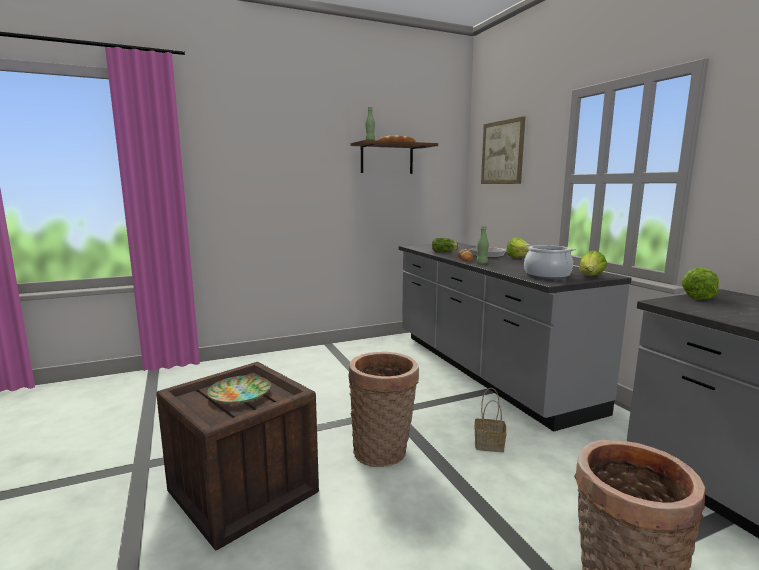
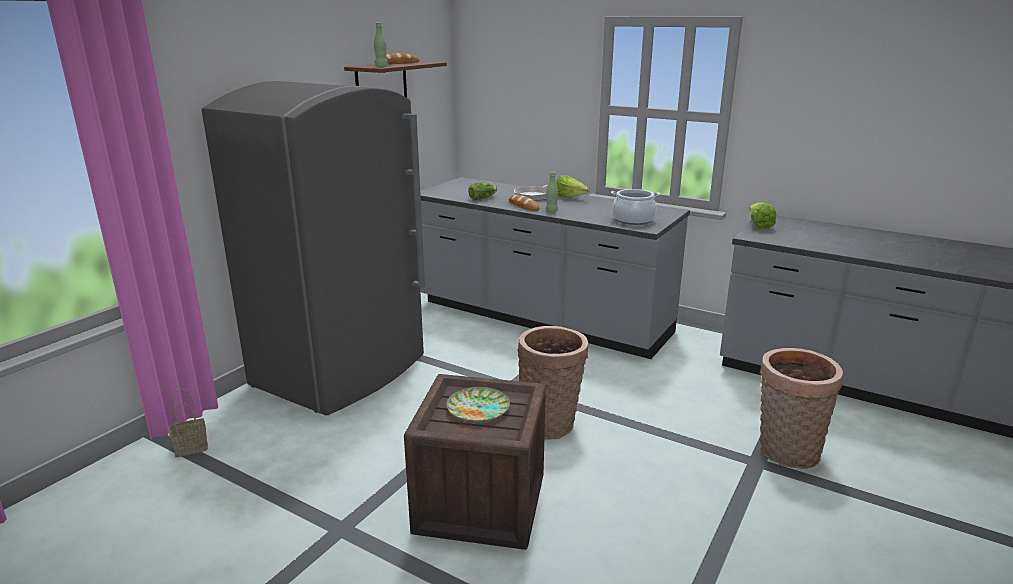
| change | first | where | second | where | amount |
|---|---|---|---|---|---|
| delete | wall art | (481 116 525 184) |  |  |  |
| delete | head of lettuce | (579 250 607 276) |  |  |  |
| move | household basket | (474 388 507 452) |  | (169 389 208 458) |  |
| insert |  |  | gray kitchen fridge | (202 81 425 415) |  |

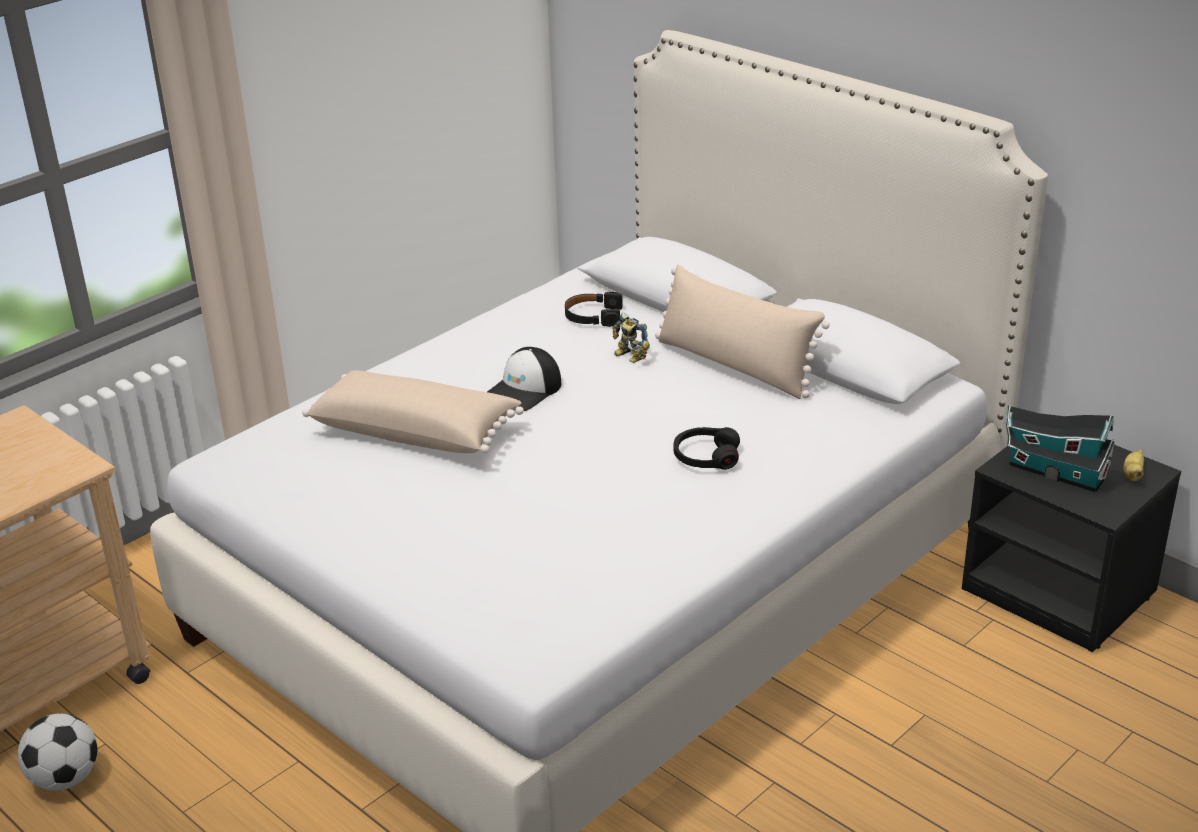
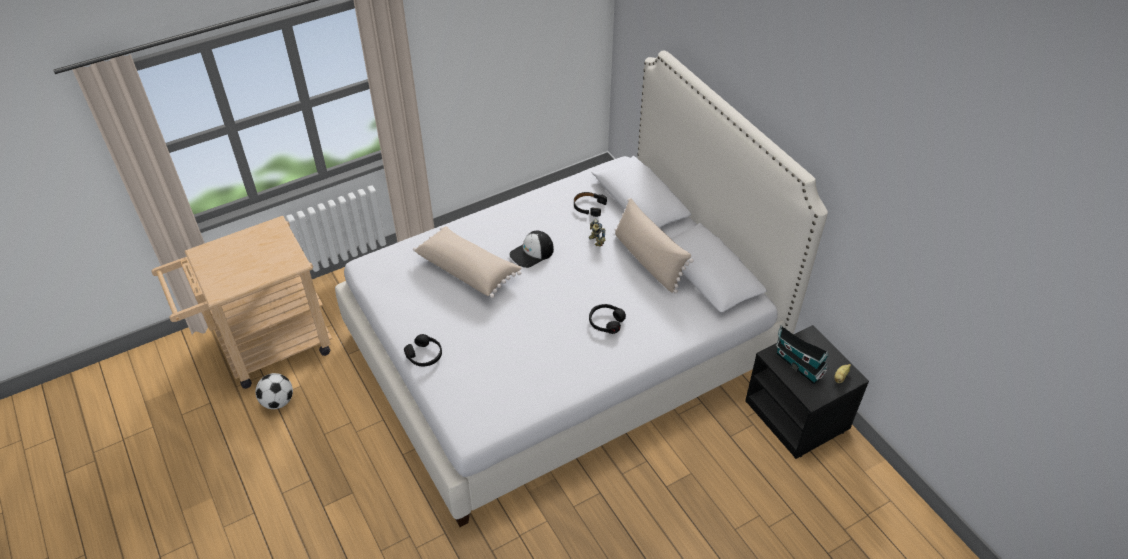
| change | first | where | second | where | amount |
|---|---|---|---|---|---|
| insert |  |  | black-coloured pair of headphones | (404 334 442 366) |  |

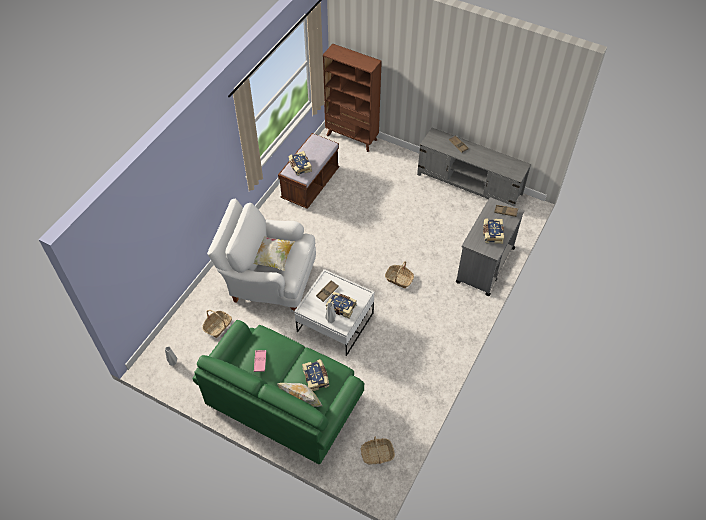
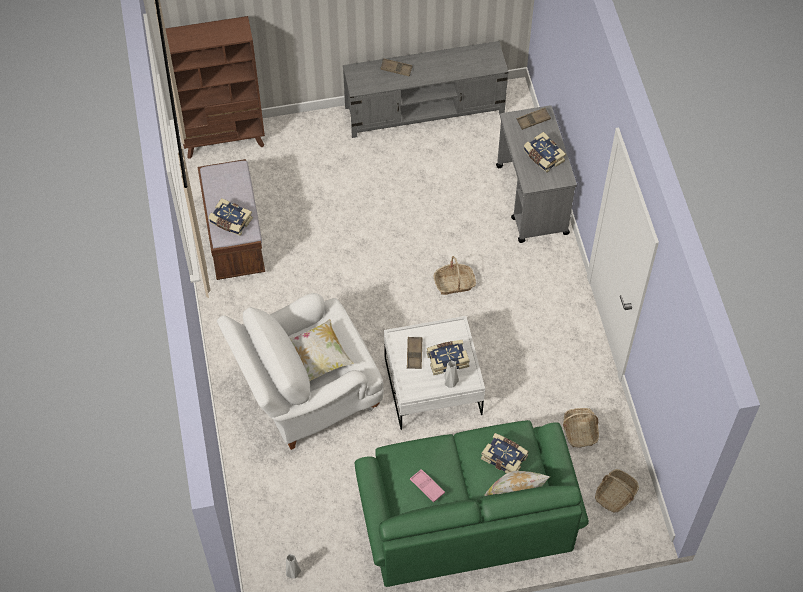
| change | first | where | second | where | amount |
|---|---|---|---|---|---|
| move | household basket | (202 310 232 338) |  | (563 408 599 447) |  |

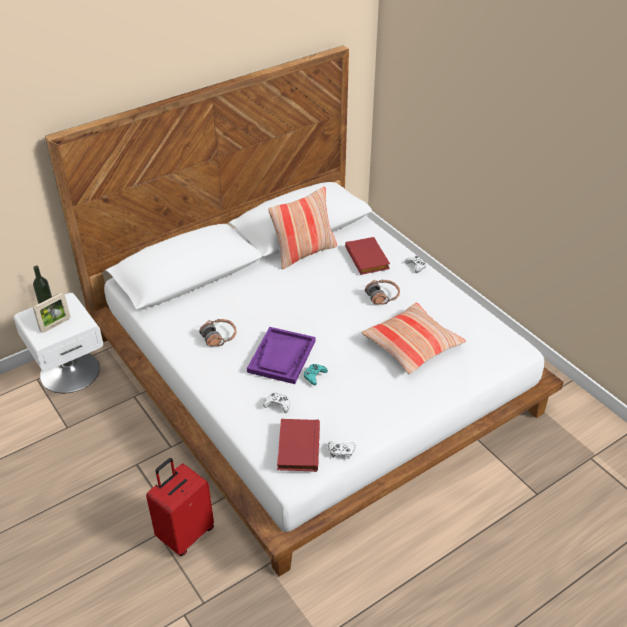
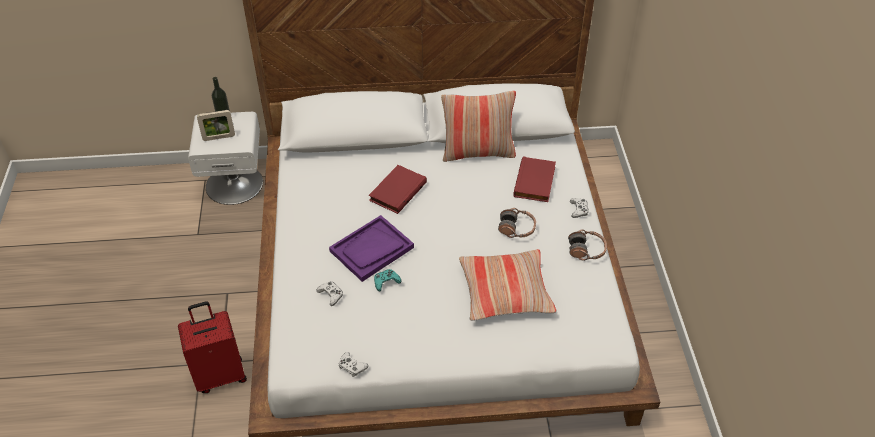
| change | first | where | second | where | amount |
|---|---|---|---|---|---|
| move | pair of headphones | (199 319 237 346) |  | (568 229 607 261) |  |
| move | reddish book | (277 419 320 472) |  | (369 165 427 214) |  |

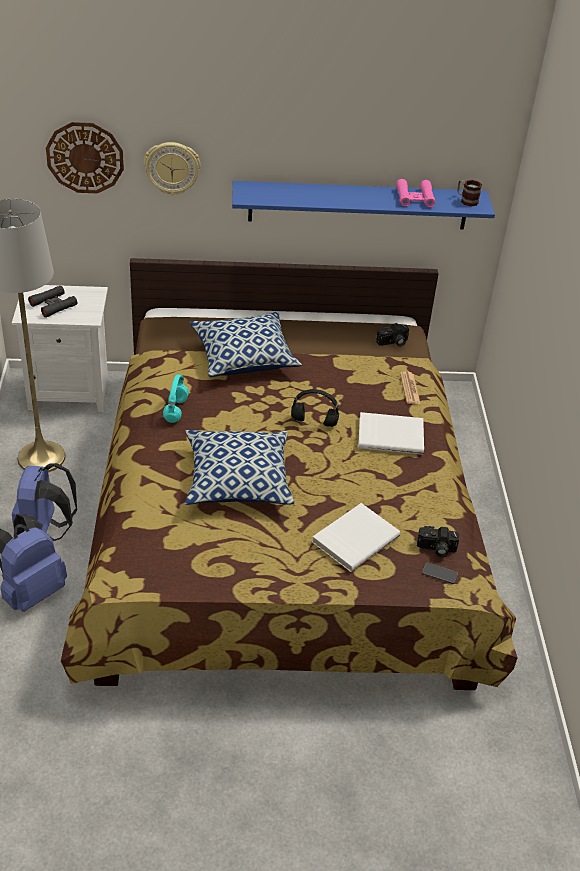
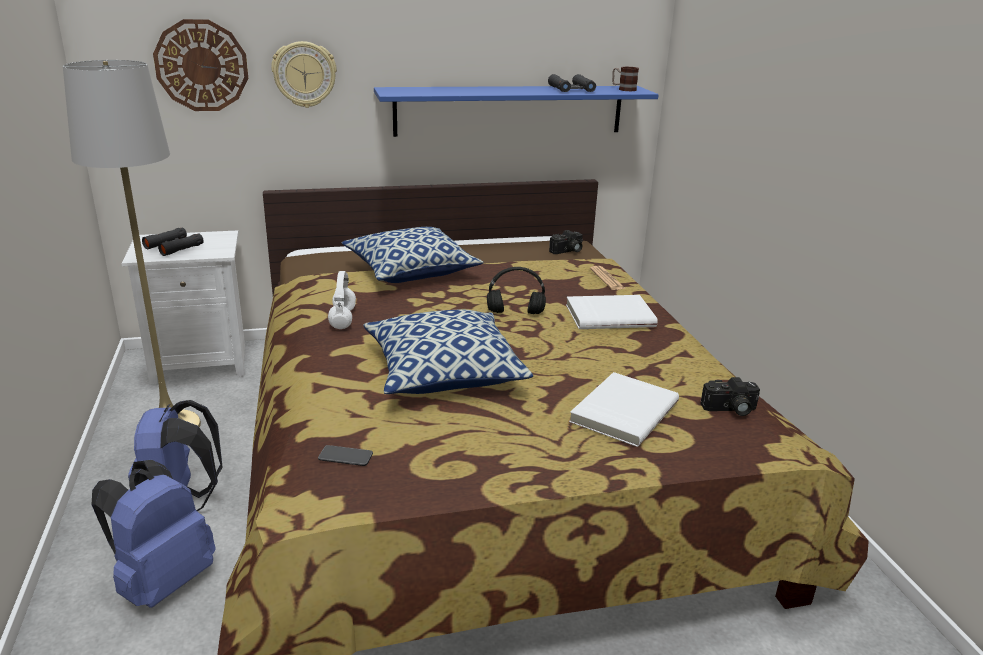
| change | first | where | second | where | amount |
|---|---|---|---|---|---|
| recolor | pink pair of binoculars | (396 179 435 207) | black-coloured pair of binoculars | (548 74 596 92) |  |
| recolor | turquoise pair of headphones | (163 374 189 423) | whitish pair of headphones | (328 271 356 329) |  |
| move | handset | (422 562 458 584) |  | (318 445 373 466) |  |

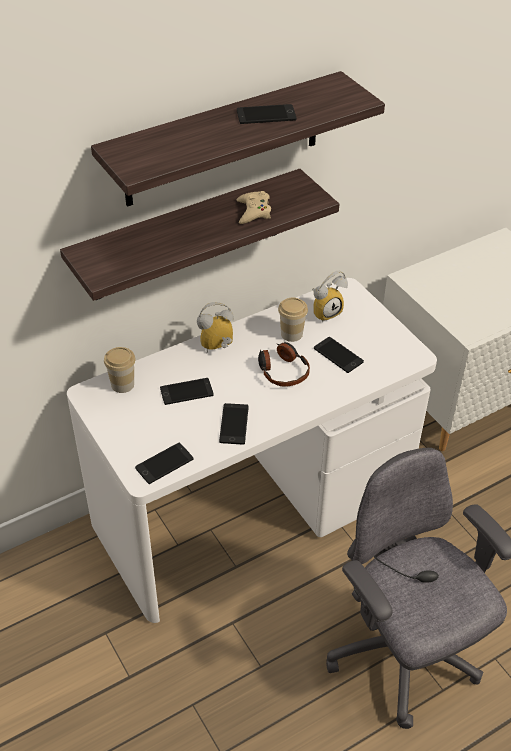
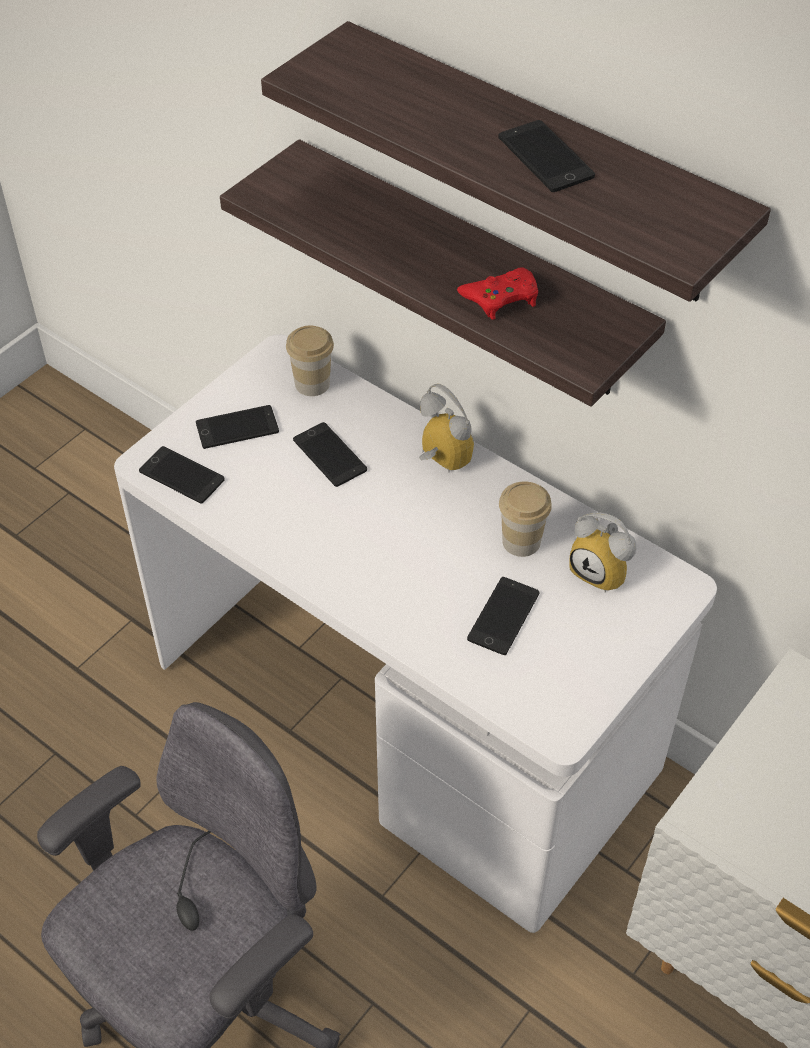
| change | first | where | second | where | amount |
|---|---|---|---|---|---|
| recolor | sand-coloured gamepad | (237 191 271 224) | reddish gamepad | (457 267 538 320) |  |
| delete | pair of headphones | (258 342 310 387) |  |  |  |
| move | handset | (219 403 249 444) |  | (196 405 279 449) |  |

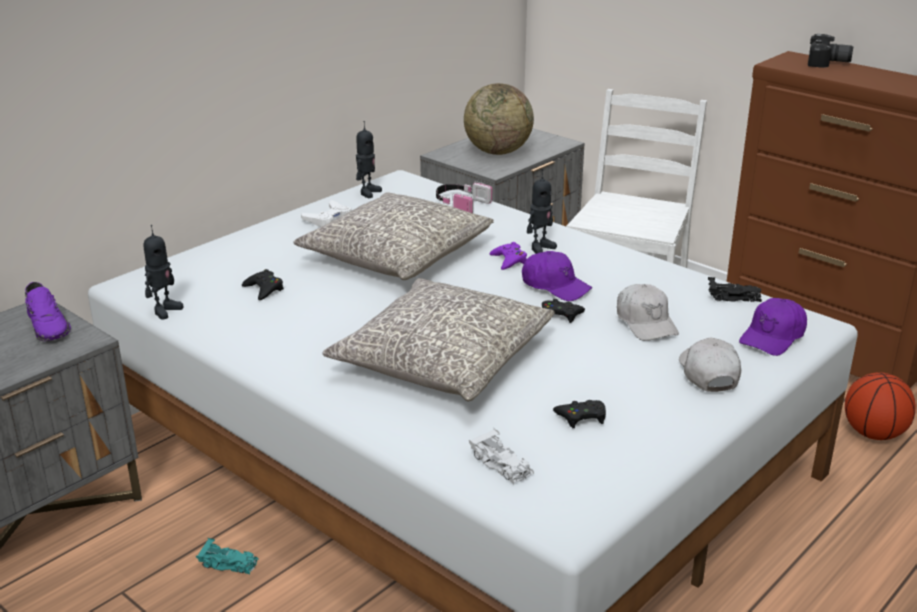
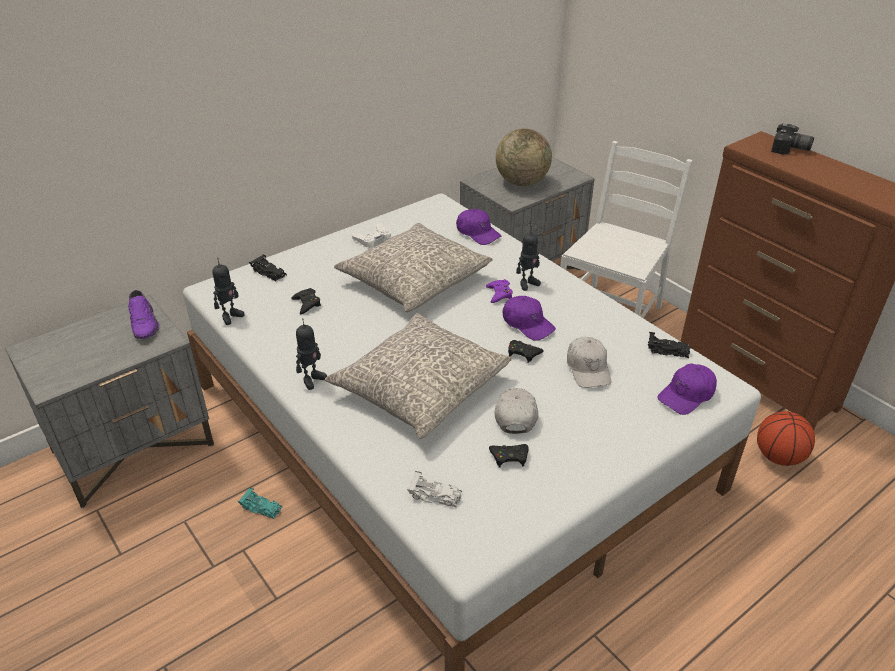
| change | first | where | second | where | amount |
|---|---|---|---|---|---|
| move | toy robot | (356 121 382 198) |  | (296 318 327 390) |  |
| replace | pair of headphones | (436 181 492 213) | purple baseball cap | (456 209 501 245) |  |
| move | whitish baseball cap | (679 338 741 392) |  | (494 388 538 434) |  |
| rotate | whitish miniature car | (469 428 534 484) |  | (407 471 462 508) | 45 degrees counterclockwise |
| insert |  |  | black-coloured miniature car | (249 255 287 282) |  |

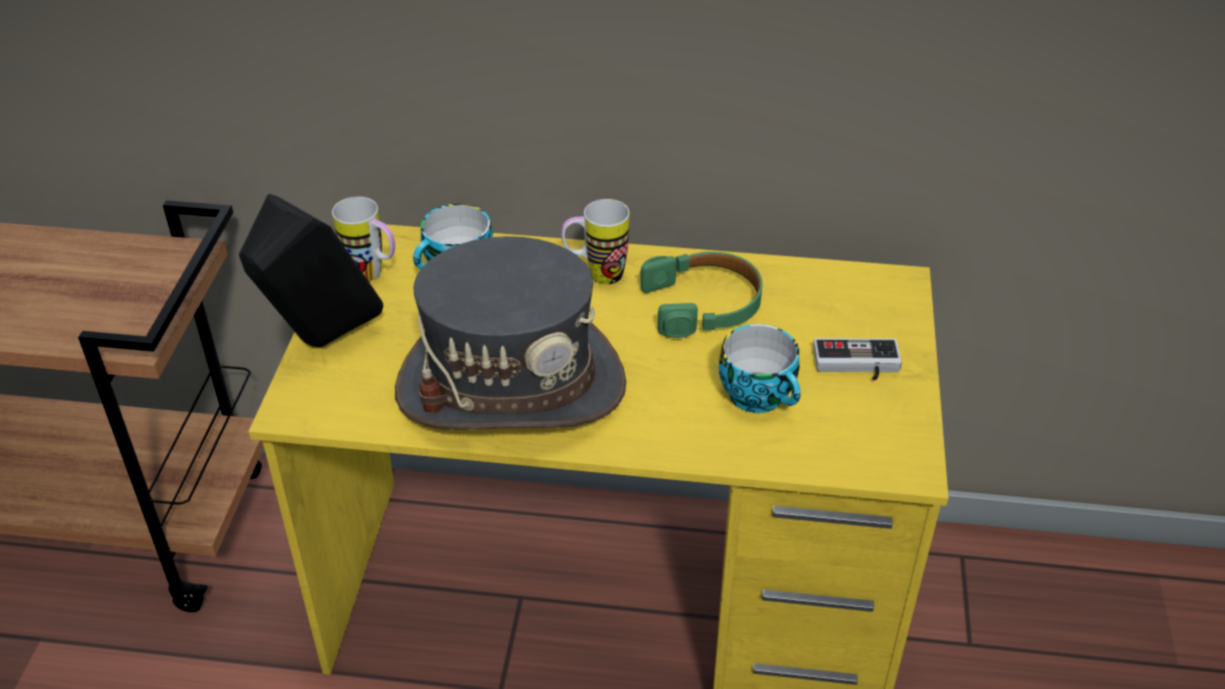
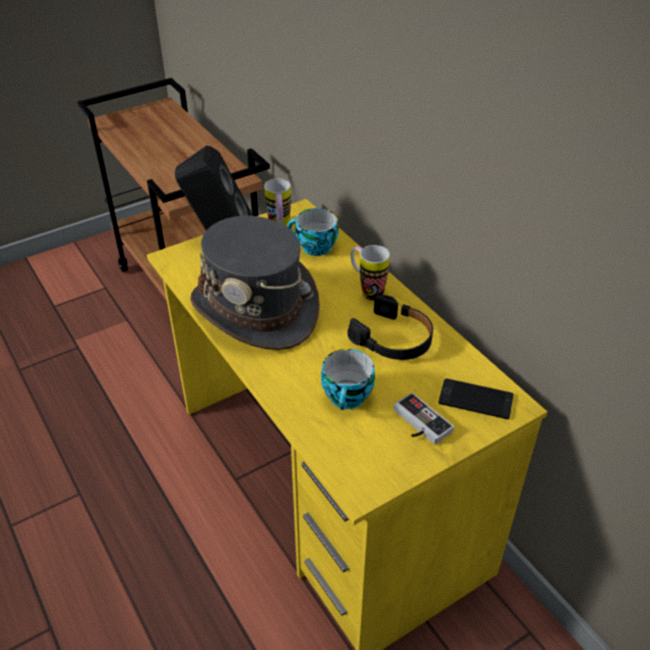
| change | first | where | second | where | amount |
|---|---|---|---|---|---|
| recolor | greenish pair of headphones | (640 252 762 338) | black-coloured pair of headphones | (348 295 433 360) |  |
| insert |  |  | handset | (438 378 514 419) |  |

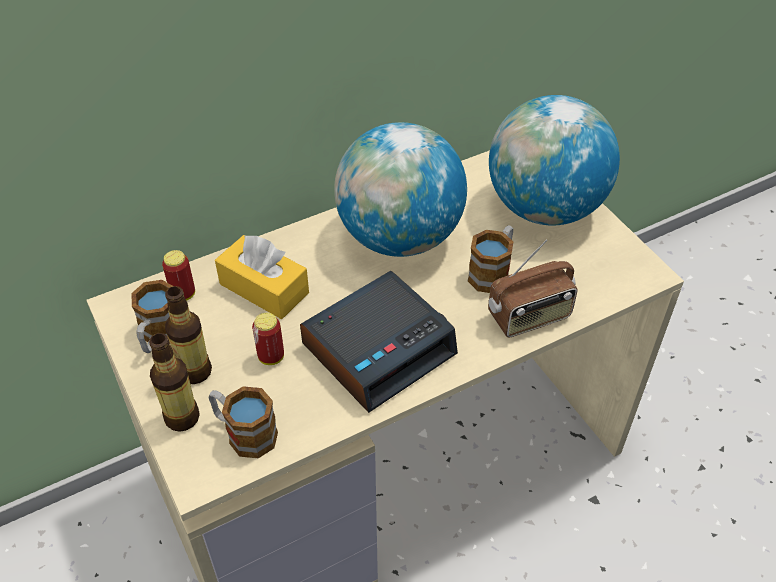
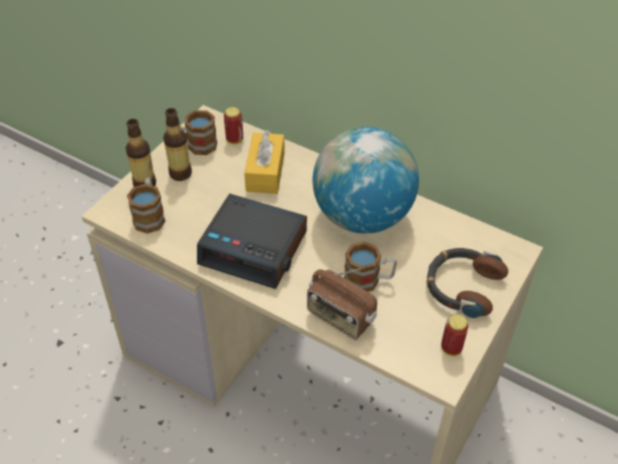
| change | first | where | second | where | amount |
|---|---|---|---|---|---|
| replace | world globe | (489 95 620 226) | pair of headphones | (426 248 508 318) |  |
| move | sealed can | (252 312 284 365) |  | (441 314 468 356) |  |

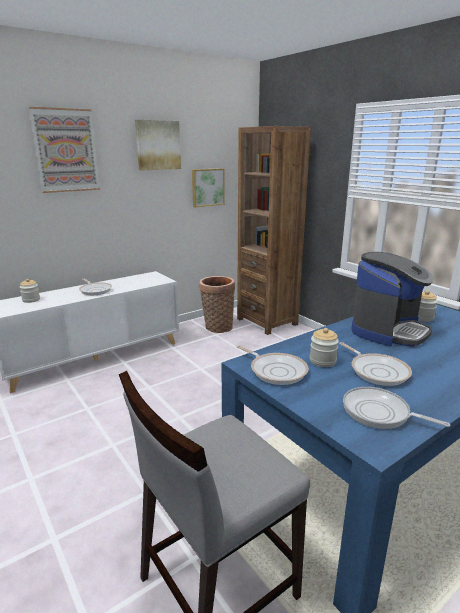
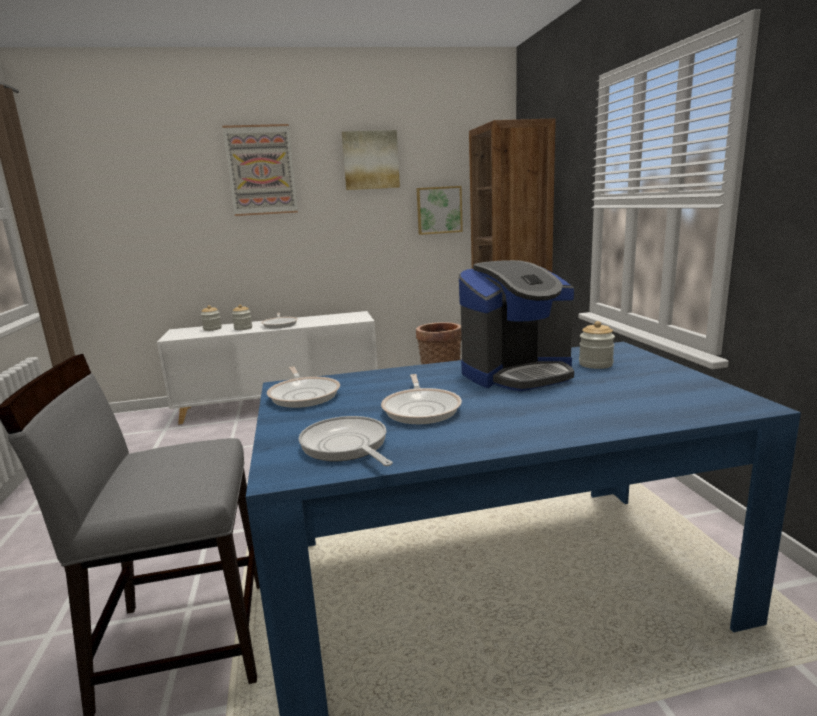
| change | first | where | second | where | amount |
|---|---|---|---|---|---|
| move | preserve jar | (310 328 339 367) |  | (232 304 252 330) |  |

